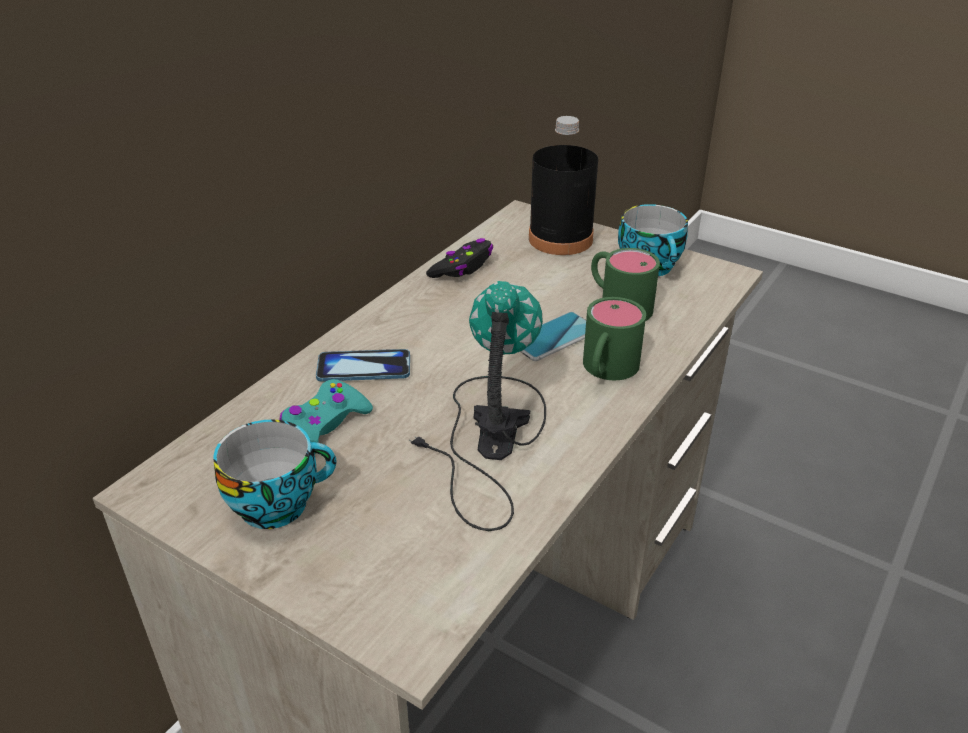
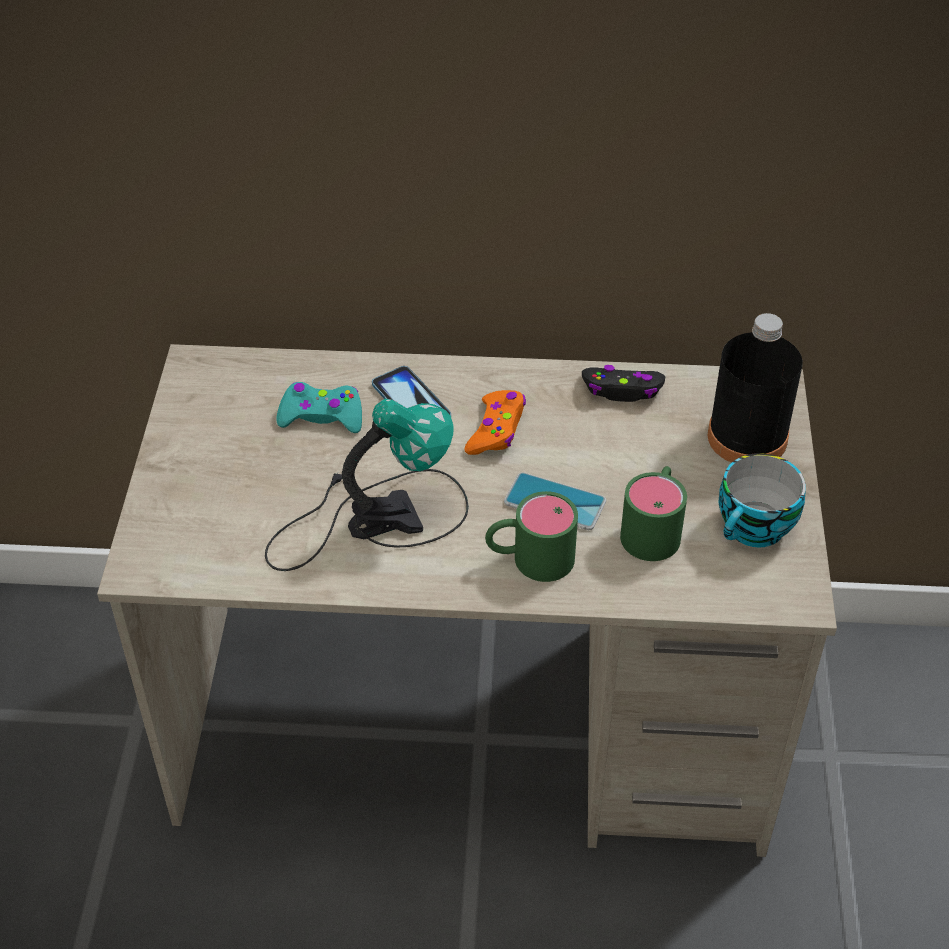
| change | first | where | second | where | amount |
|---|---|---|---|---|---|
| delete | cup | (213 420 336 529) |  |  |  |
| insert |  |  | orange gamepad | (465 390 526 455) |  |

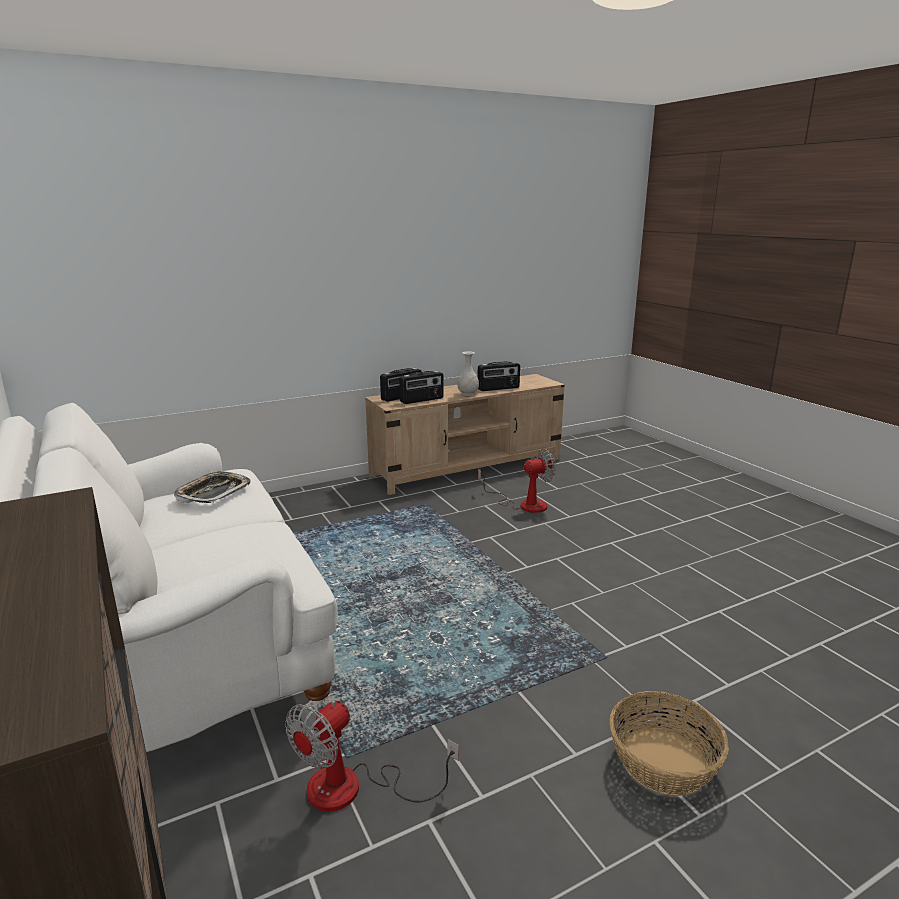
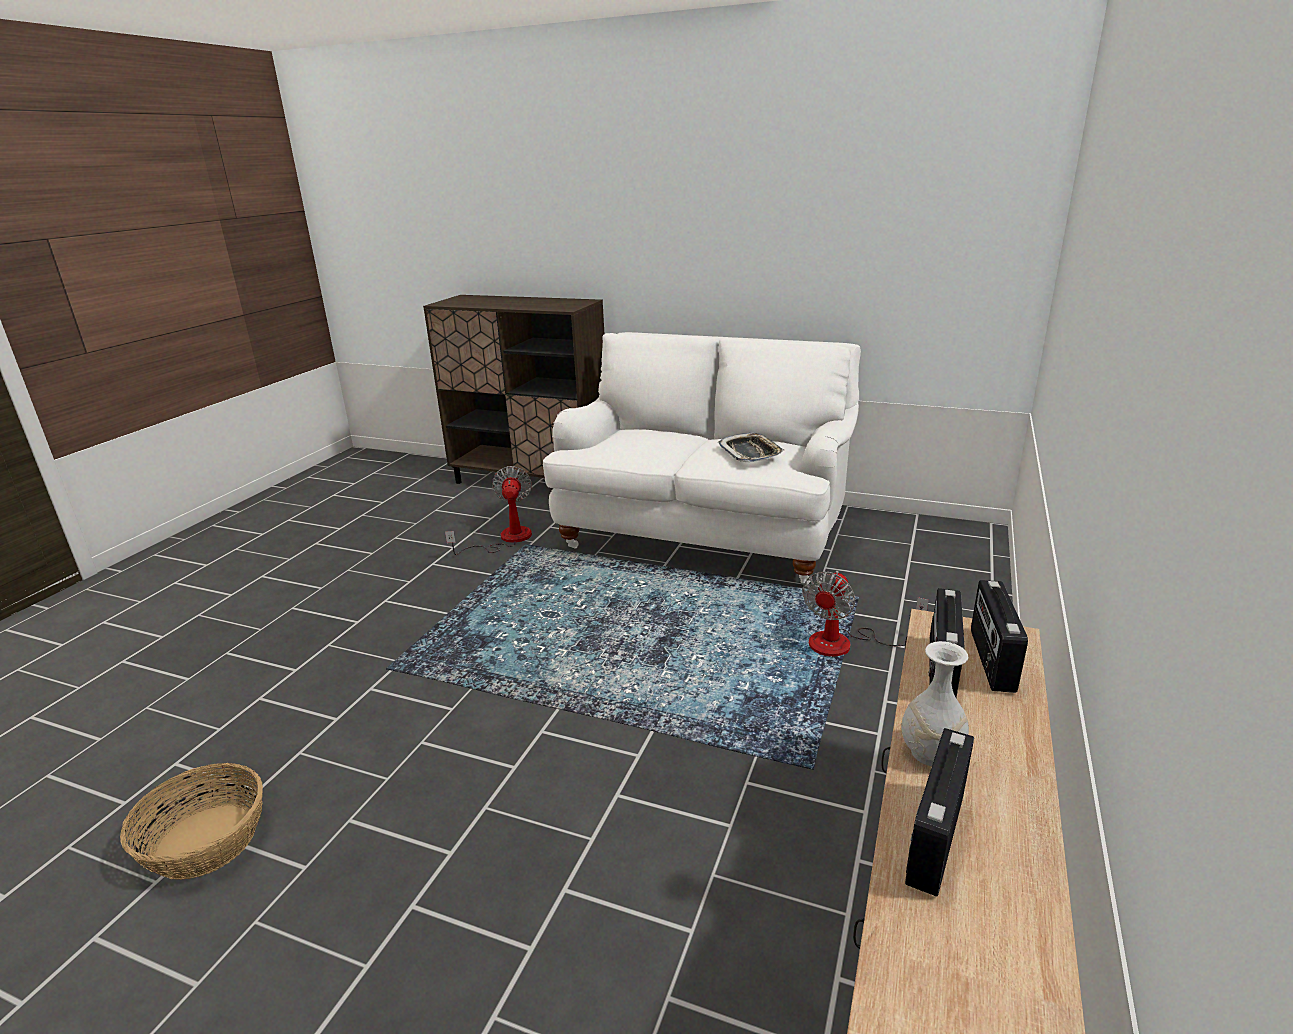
| change | first | where | second | where | amount |
|---|---|---|---|---|---|
| move | fan | (478 449 556 513) |  | (802 571 929 656) |  |
| move | household basket | (610 691 729 796) |  | (120 763 263 880) |  |

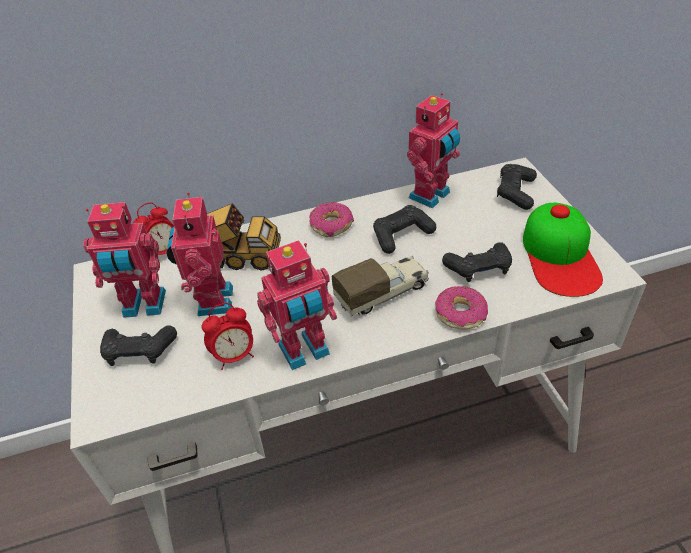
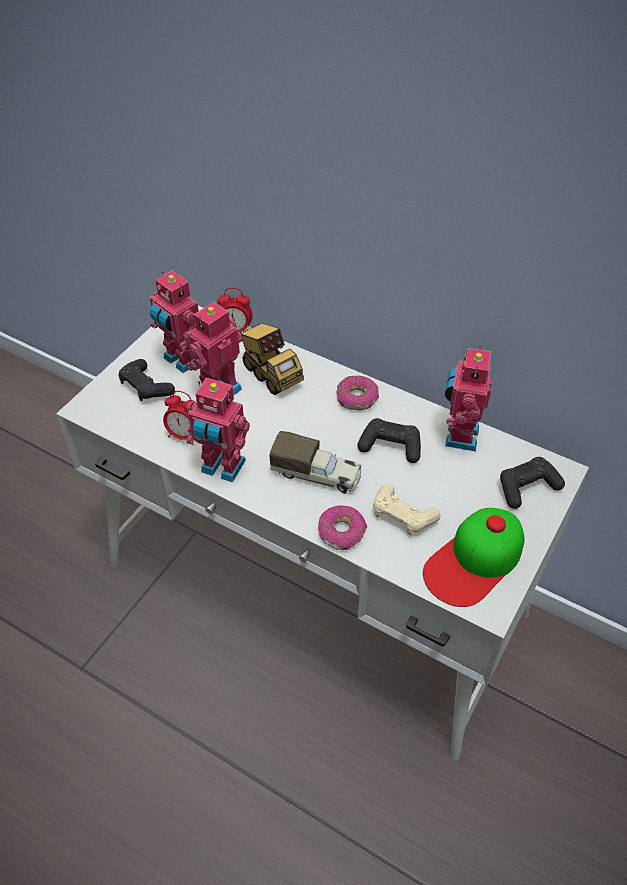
| change | first | where | second | where | amount |
|---|---|---|---|---|---|
| rotate | toy robot | (407 93 460 208) |  | (445 345 492 451) | 105 degrees clockwise |
| recolor | black-coloured gamepad | (442 242 512 282) | sand-coloured gamepad | (373 484 440 535) |  |

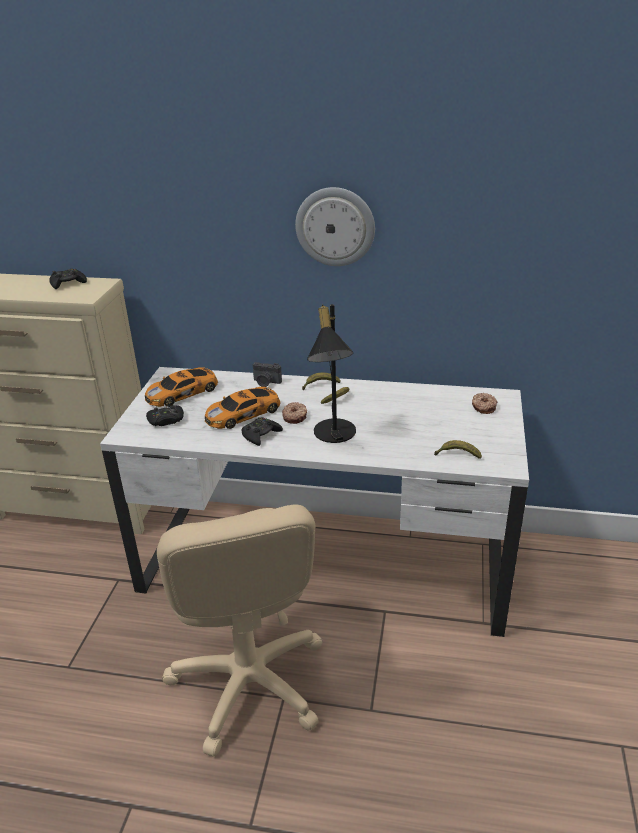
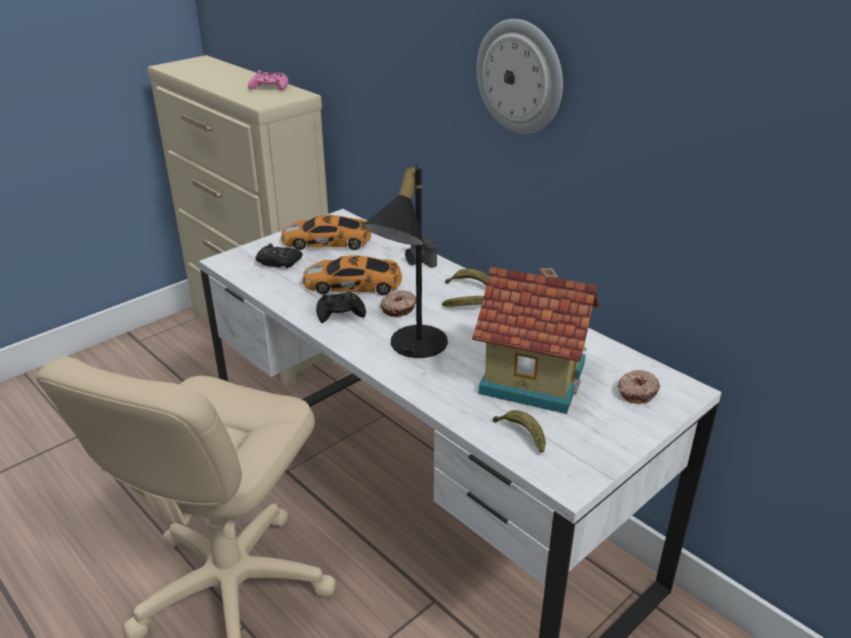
| change | first | where | second | where | amount |
|---|---|---|---|---|---|
| recolor | black-coloured gamepad | (49 268 87 289) | pink gamepad | (248 70 288 90) |  |
| insert |  |  | miniature house | (472 267 600 414) |  |

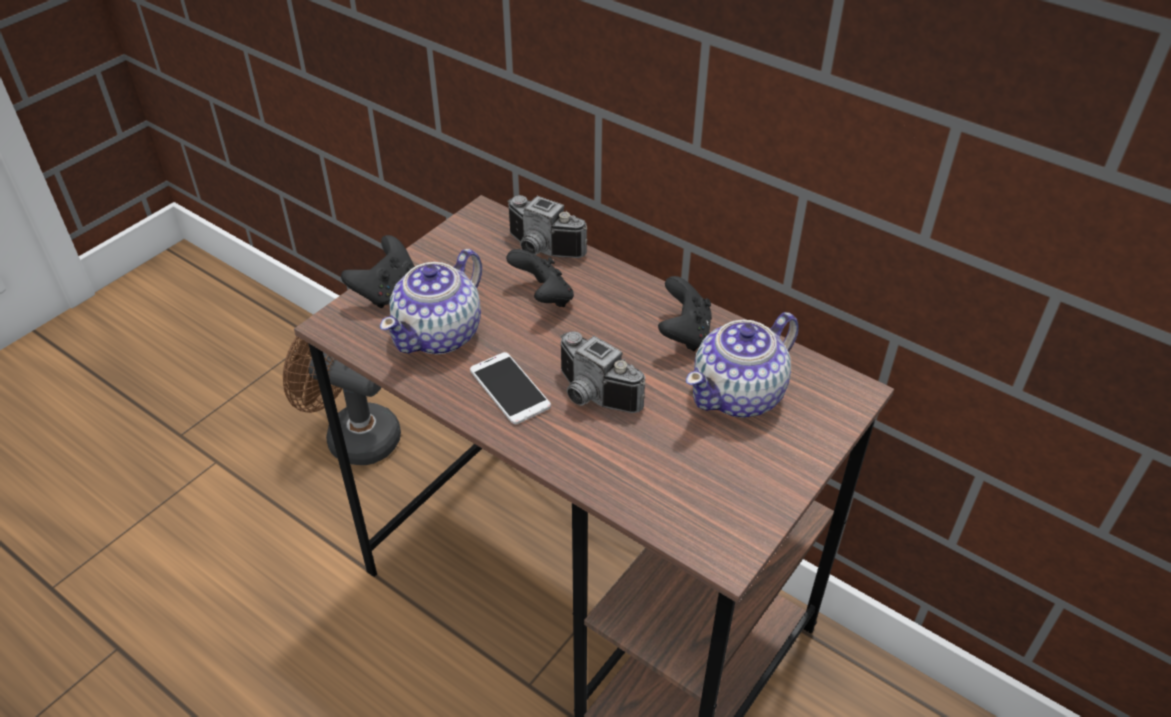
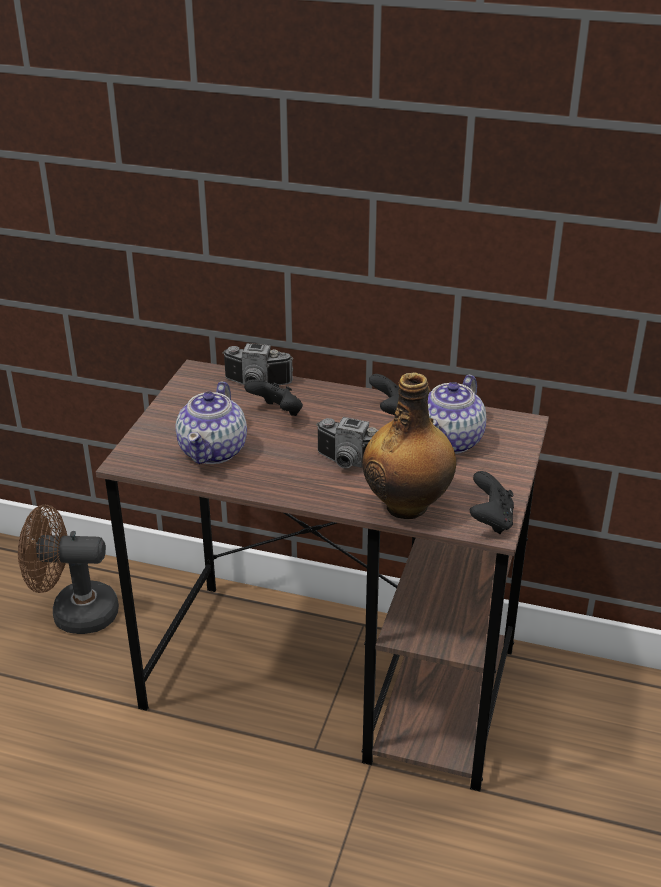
| change | first | where | second | where | amount |
|---|---|---|---|---|---|
| move | black-coloured gamepad | (341 235 415 308) |  | (470 471 514 534) |  |
| delete | handset | (470 352 551 424) |  |  |  |
| insert |  |  | bottle | (362 372 456 519) |  |

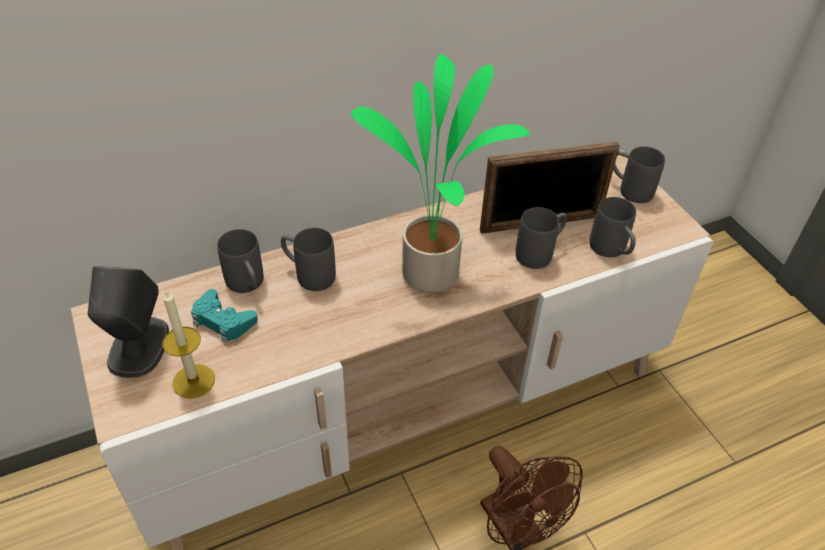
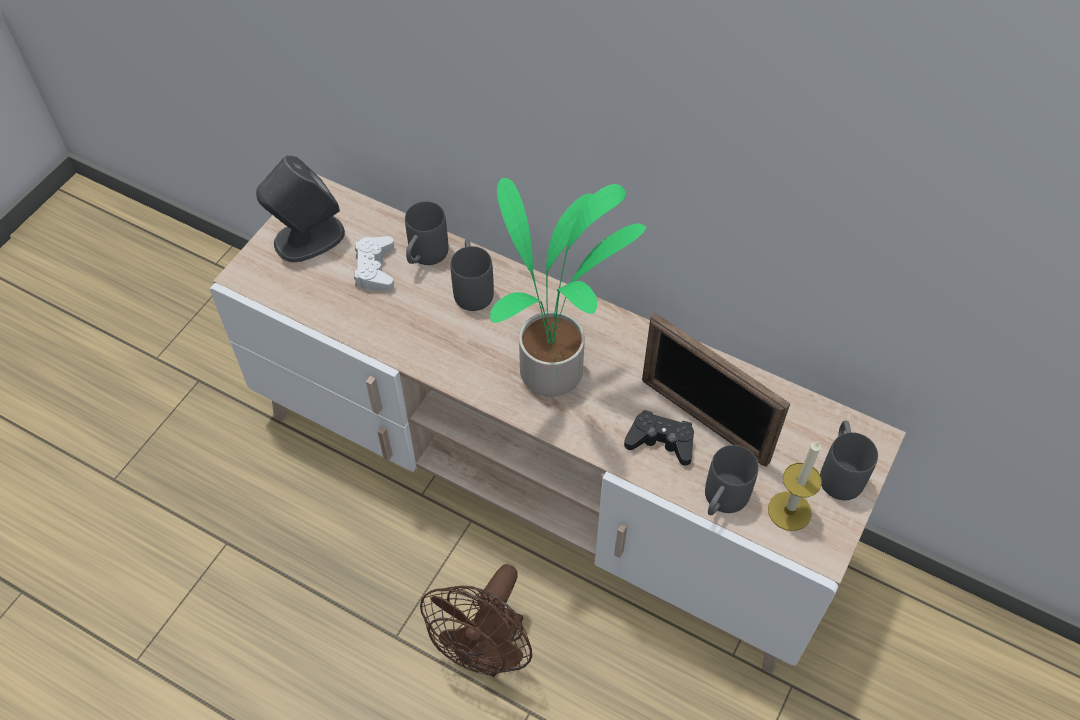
| change | first | where | second | where | amount |
|---|---|---|---|---|---|
| replace | gray tea mug | (515 207 567 269) | black-coloured gamepad | (624 410 694 466) |  |
| move | candle | (162 289 215 398) |  | (768 441 822 531) |  |
| recolor | turquoise gamepad | (191 289 258 343) | whitish gamepad | (354 236 394 290) |  |

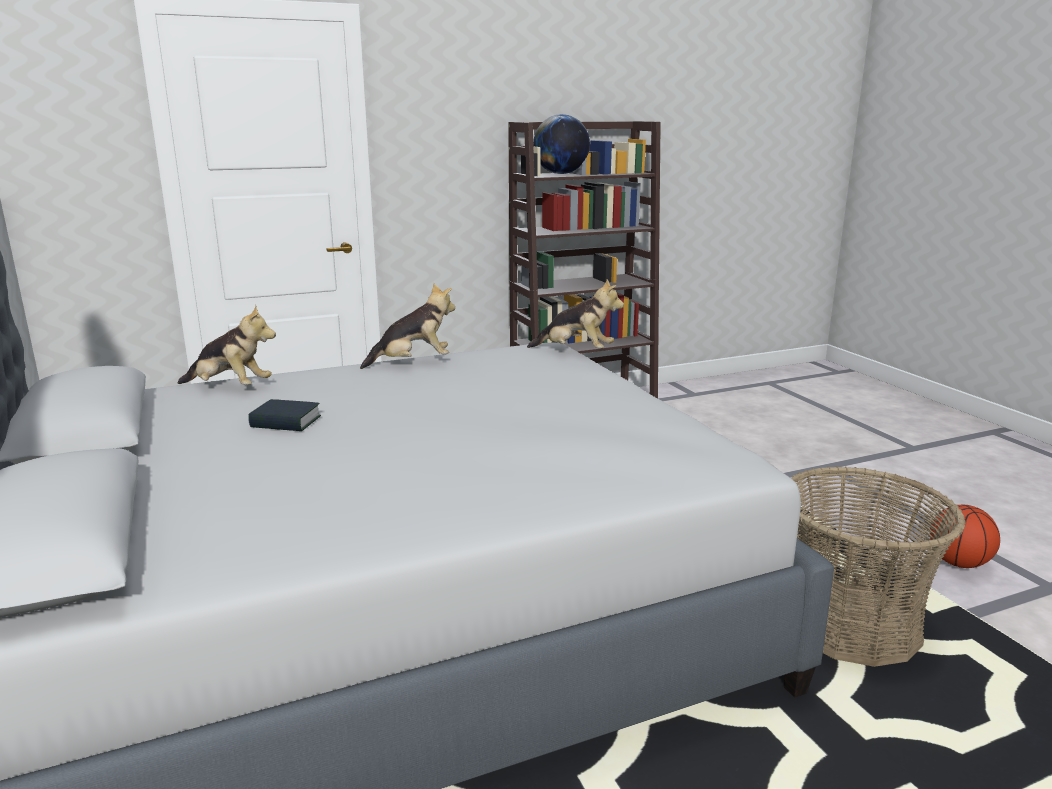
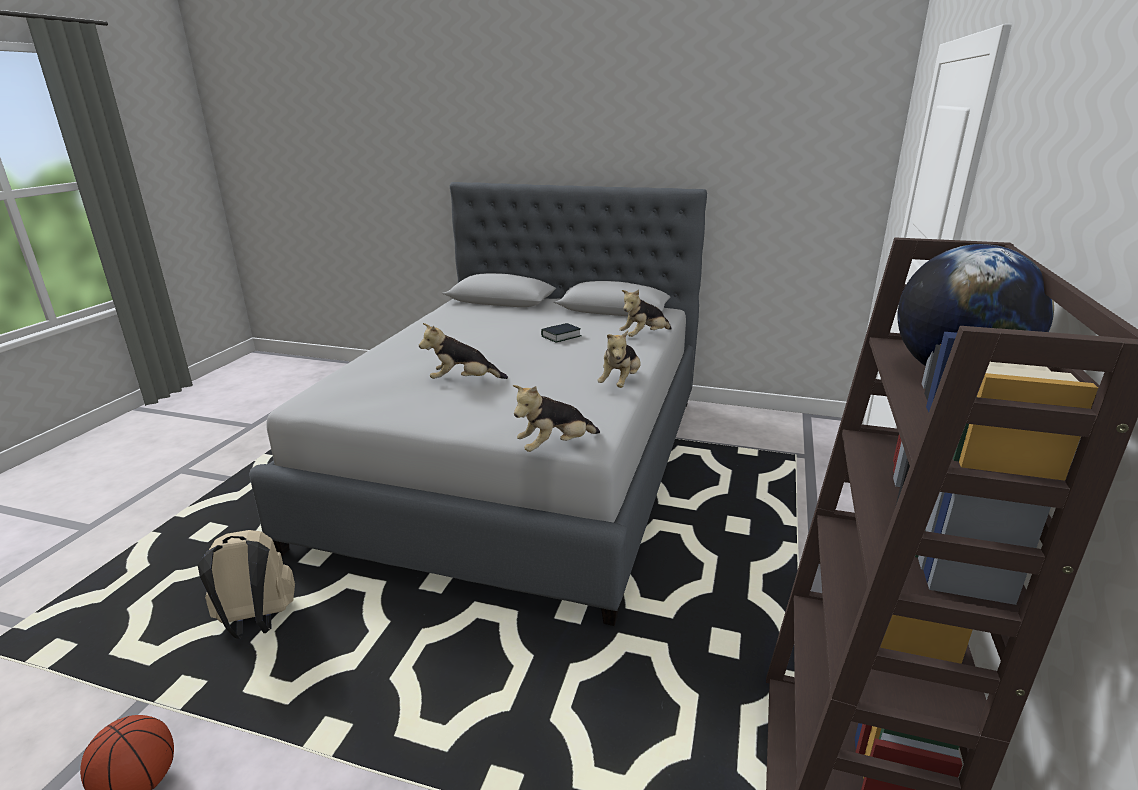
| change | first | where | second | where | amount |
|---|---|---|---|---|---|
| replace | household basket | (791 466 966 667) | sand-coloured knapsack | (197 530 295 639) |  |
| insert |  |  | cuddly toy | (419 323 508 379) |  |

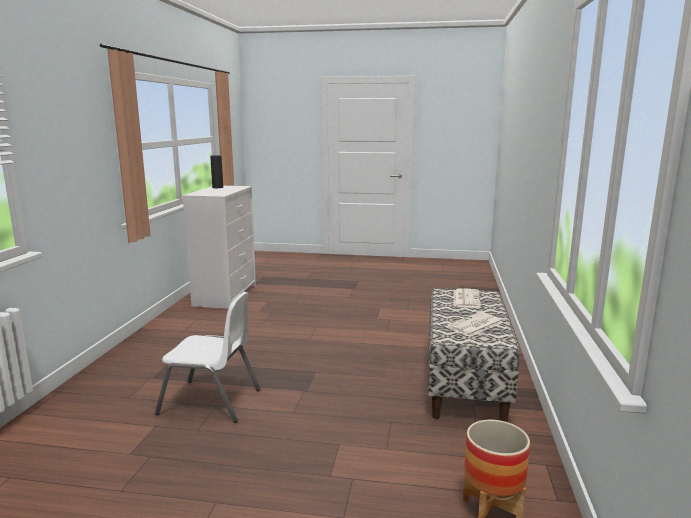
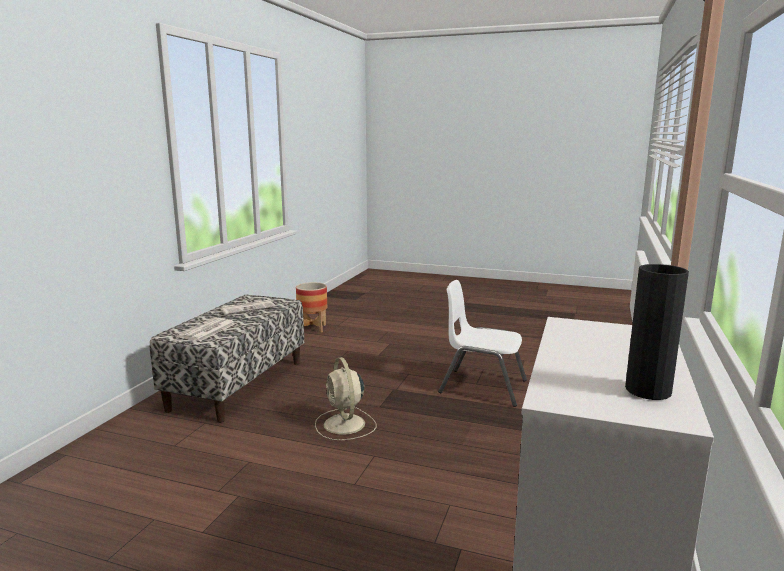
| change | first | where | second | where | amount |
|---|---|---|---|---|---|
| insert |  |  | sand-coloured fan | (315 357 377 440) |  |

